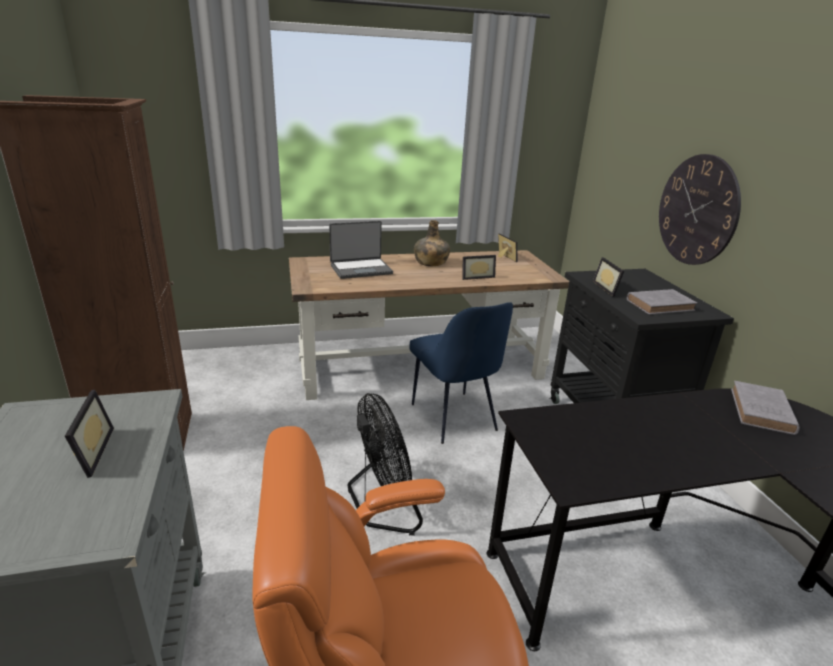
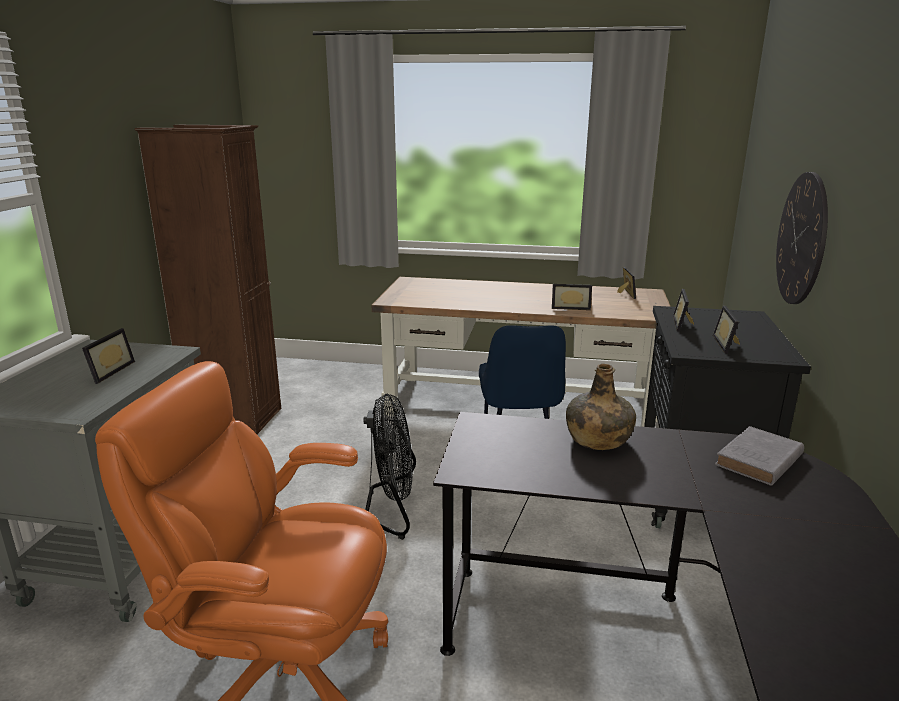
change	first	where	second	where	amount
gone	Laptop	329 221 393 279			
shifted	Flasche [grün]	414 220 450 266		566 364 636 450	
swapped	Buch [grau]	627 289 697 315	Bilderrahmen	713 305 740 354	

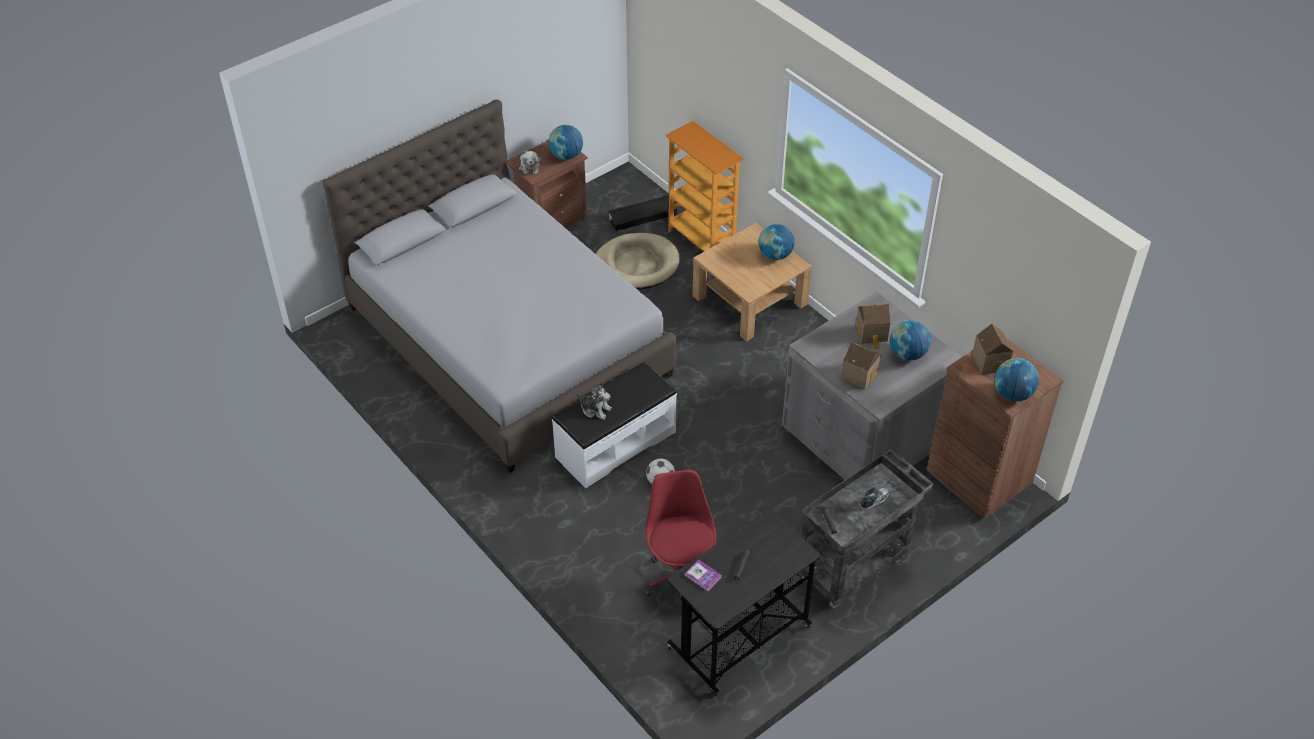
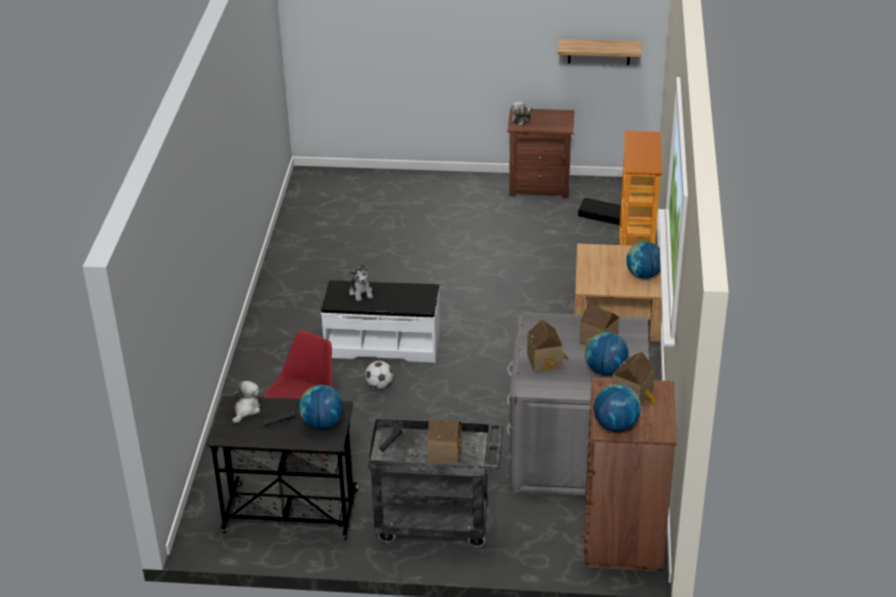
change	first	where	second	where	amount
gone	Bett [grau]	323 100 676 473			
shifted	Globus	548 125 583 160		299 385 344 429	
gone	Hundebett [beige]	596 233 680 290			
swapped	Buch	684 559 722 591	Plüschtier	232 381 260 424	
swapped	Schuh	860 485 889 510	Spielzeughaus	427 419 462 464	
new			Wandregal	558 39 641 65	

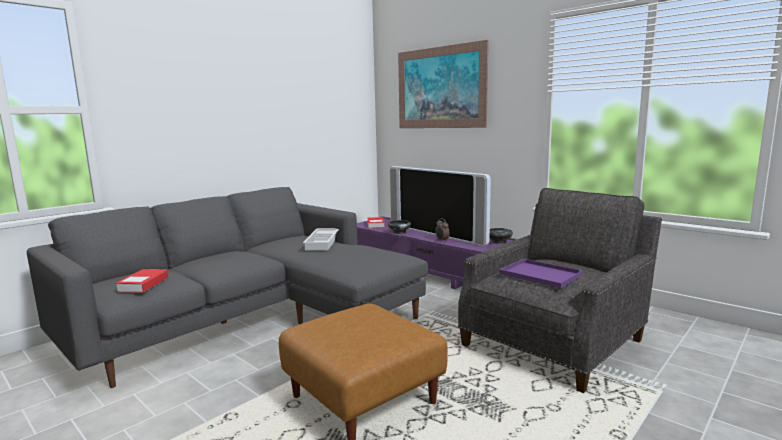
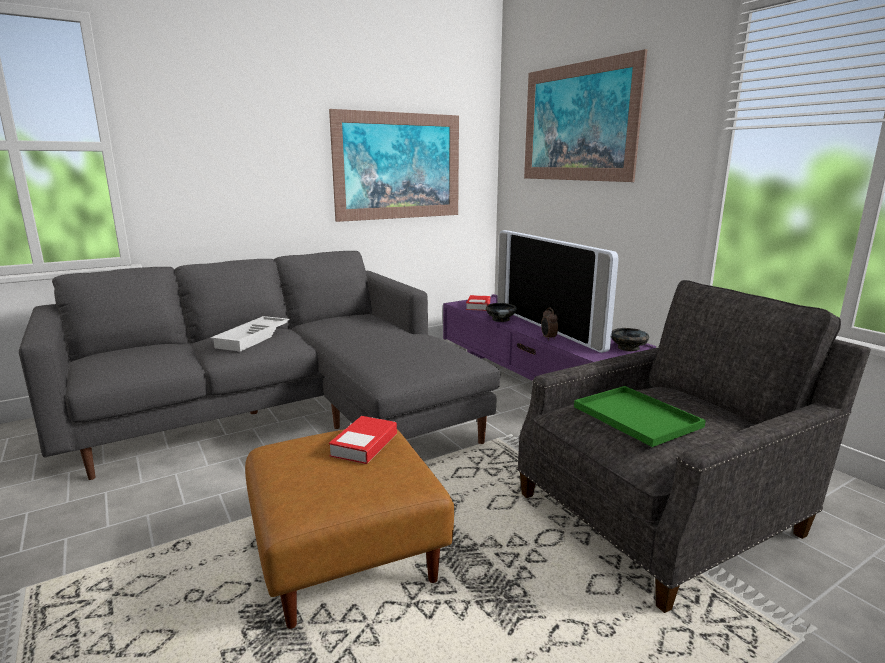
change	first	where	second	where	amount
shifted	Buch	116 269 168 293		329 416 397 464	
shifted	Tablett [weiß]	303 228 339 251		210 316 290 352	
repainted	Tablett [lila]	499 259 583 289	Tablett [grün]	574 386 706 447	
new			Bild	329 109 459 222	

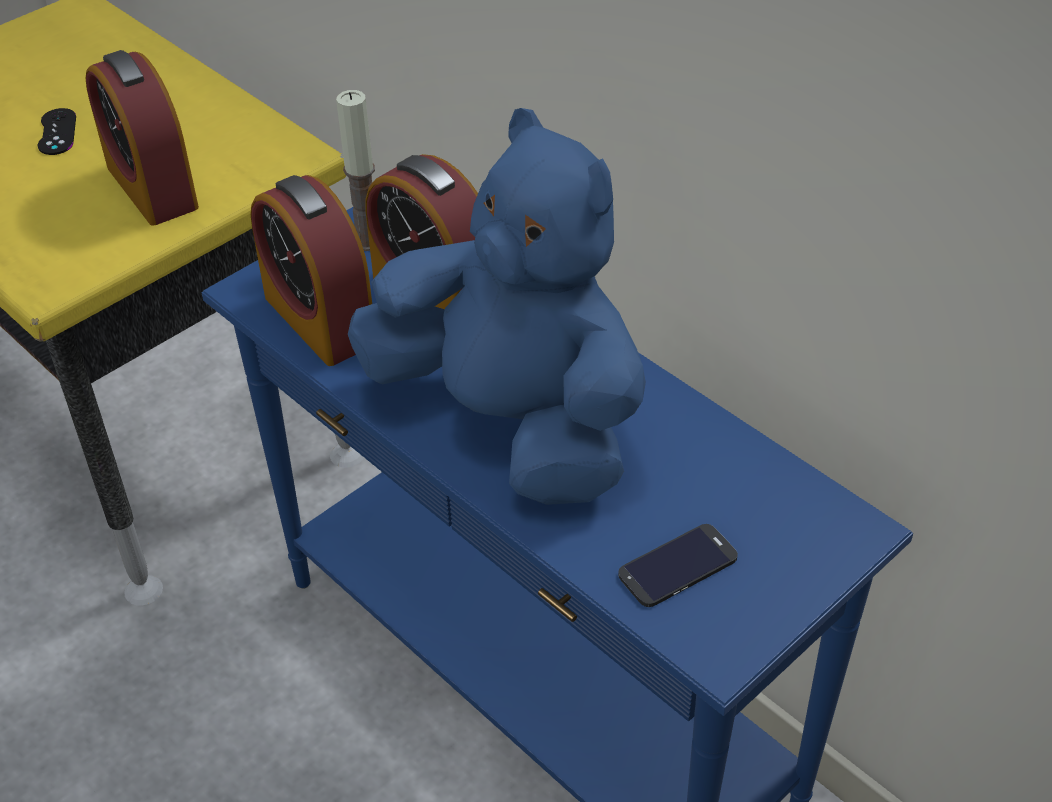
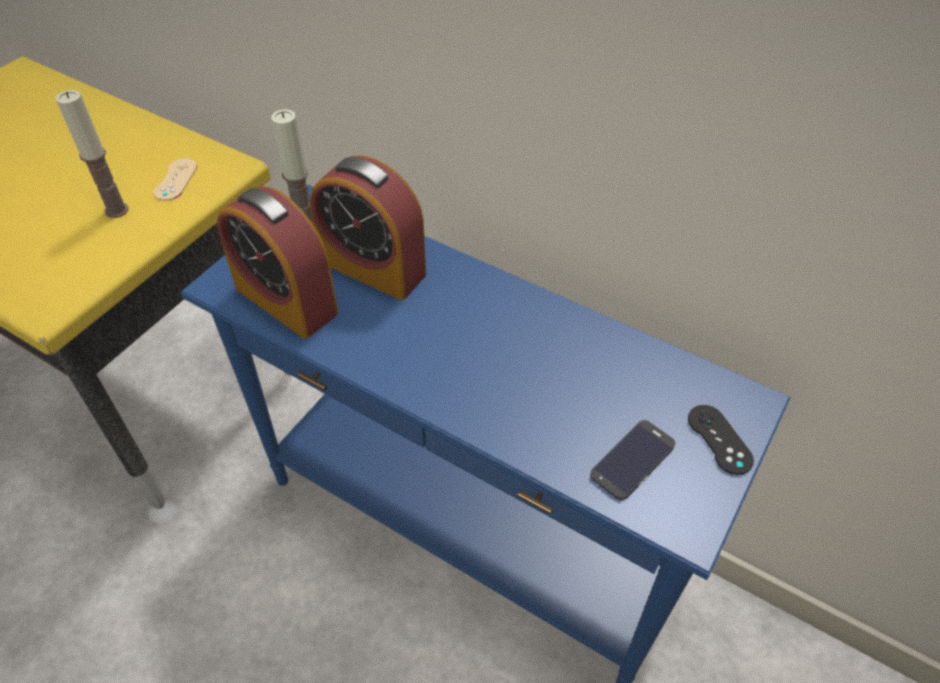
change	first	where	second	where	amount
shifted	Gamepad [schwarz]	37 108 76 155		688 405 754 475	
swapped	Wecker	86 50 199 226	Kerze	56 90 129 218	
gone	Plüschtier [blau]	348 108 646 505			
new			Gamepad [beige]	153 159 197 201	

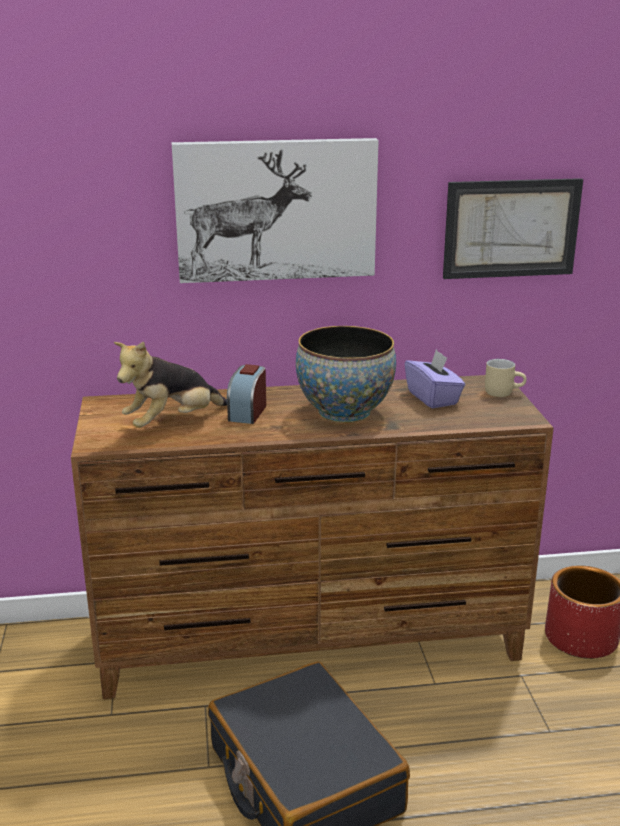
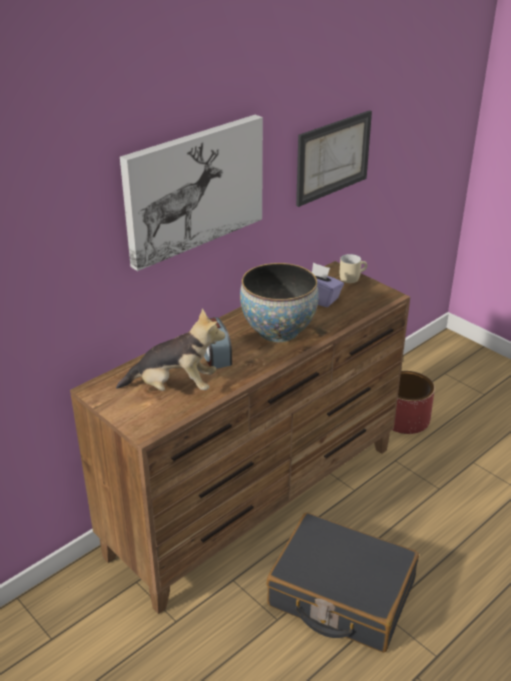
change	first	where	second	where	amount
rotated	Plüschtier	114 341 227 428		116 308 225 391	105 degrees counterclockwise

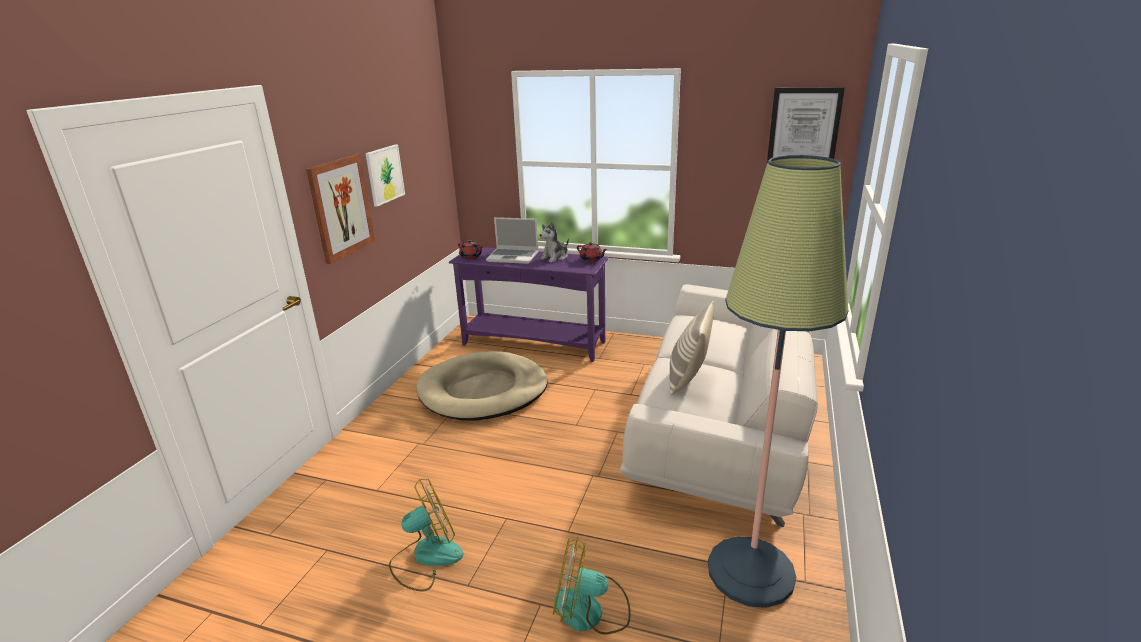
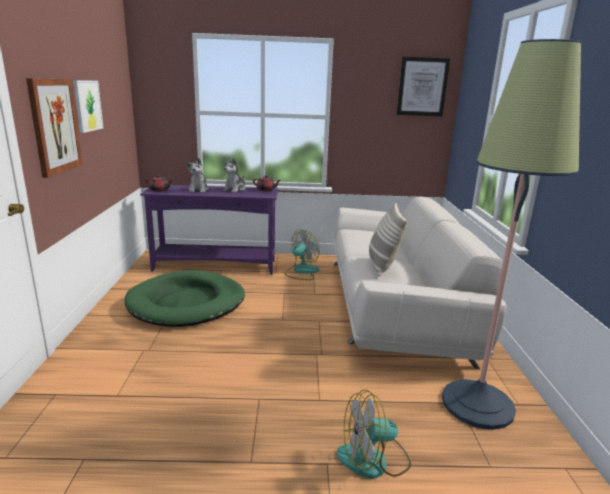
change	first	where	second	where	amount
shifted	Ventilator	389 478 463 592		285 230 320 280	
repainted	Hundebett [beige]	416 351 548 421	Hundebett [grün]	124 270 245 327	
swapped	Laptop	486 217 539 264	Plüschtier	186 158 209 193	

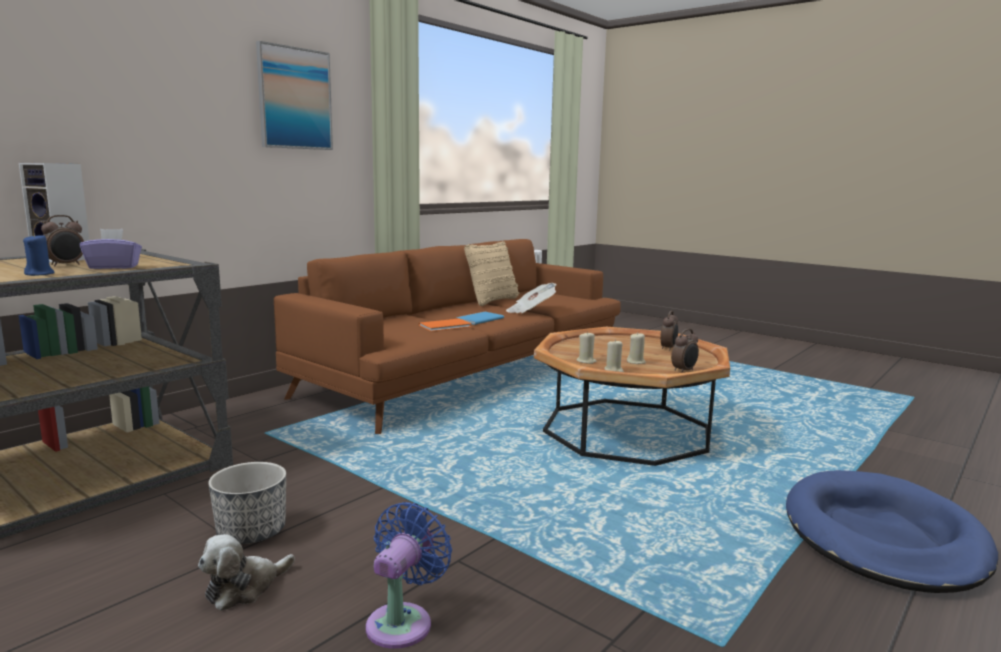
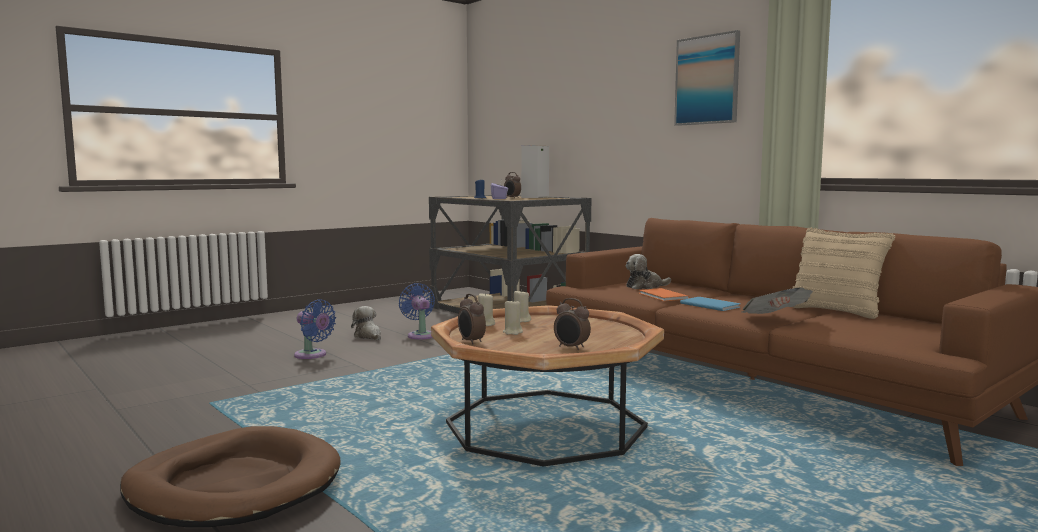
change	first	where	second	where	amount
swapped	Pflanzkübel	208 462 286 544	Ventilator [blau]	399 283 435 339	
repainted	Hundebett [blau]	786 470 998 593	Hundebett [braun]	120 426 340 527	
new			Plüschtier	625 254 671 289	

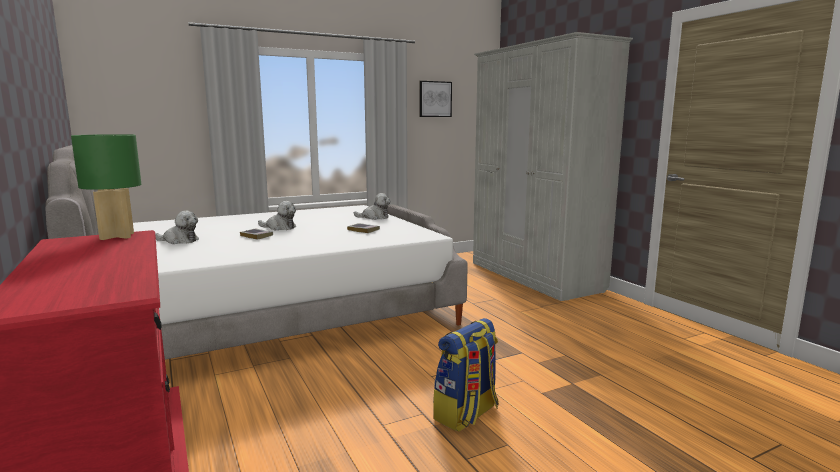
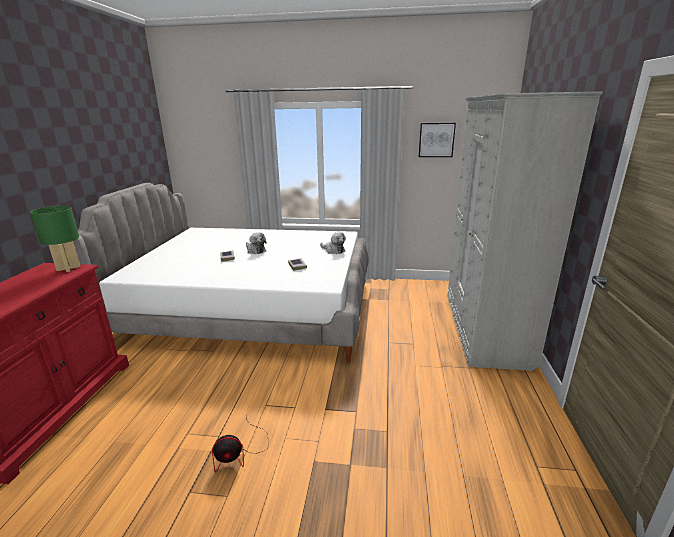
change	first	where	second	where	amount
gone	Plüschtier	155 211 199 244			
swapped	Rucksack	433 318 499 432	Ventilator	212 419 269 472	

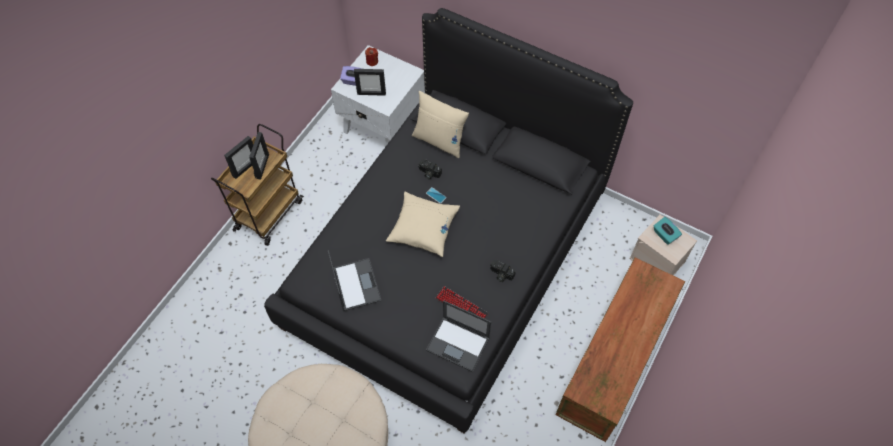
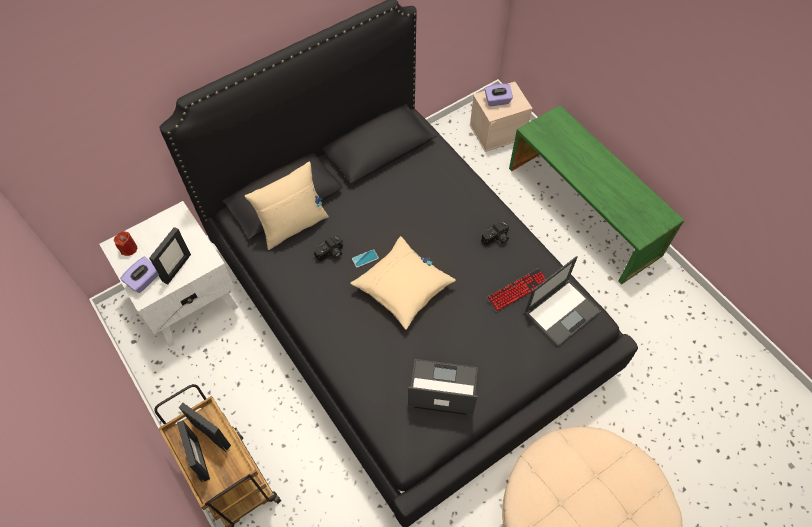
change	first	where	second	where	amount
repainted	Bank [braun]	556 257 685 442	Bank [grün]	509 105 685 285	
repainted	Taschentuchbox [türkis]	654 217 682 245	Taschentuchbox [lila]	485 84 513 106	

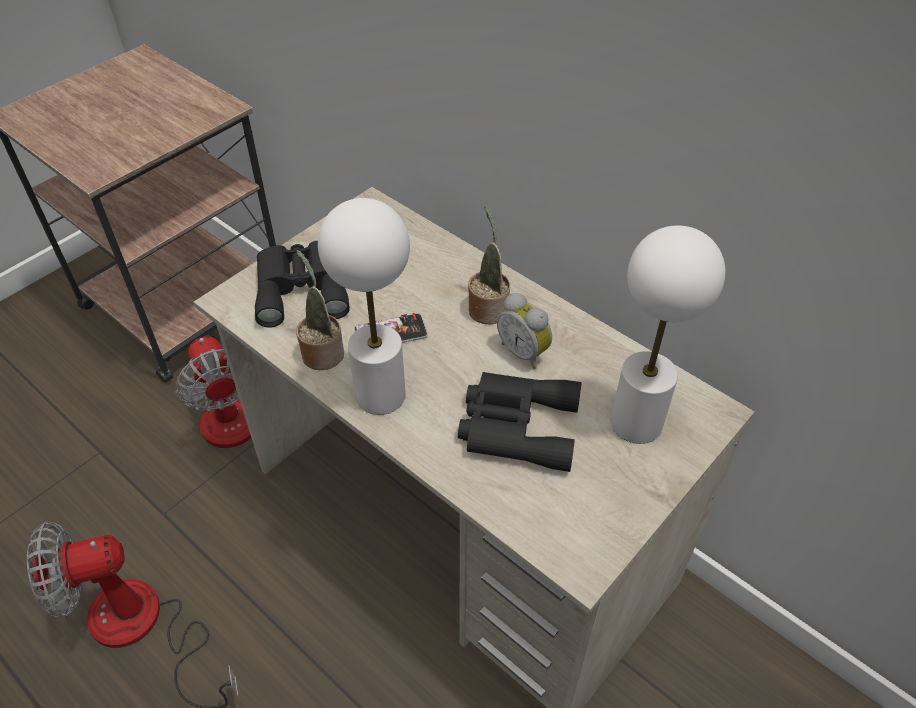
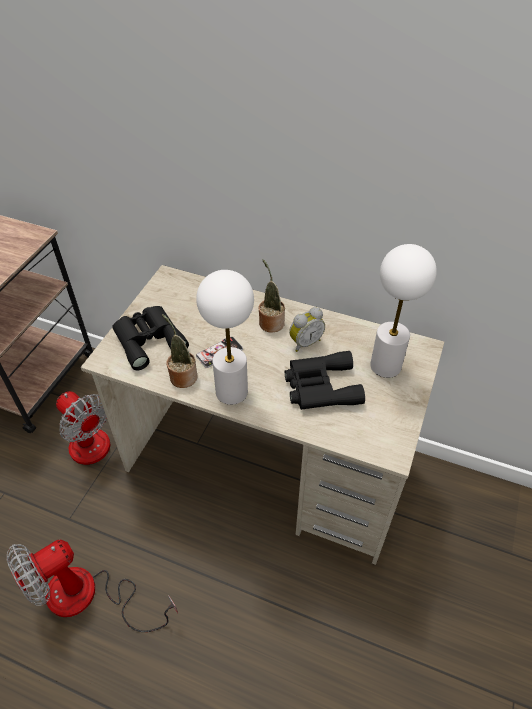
change	first	where	second	where	amount
rotated	Wecker	497 293 552 370		289 307 325 352	60 degrees counterclockwise

